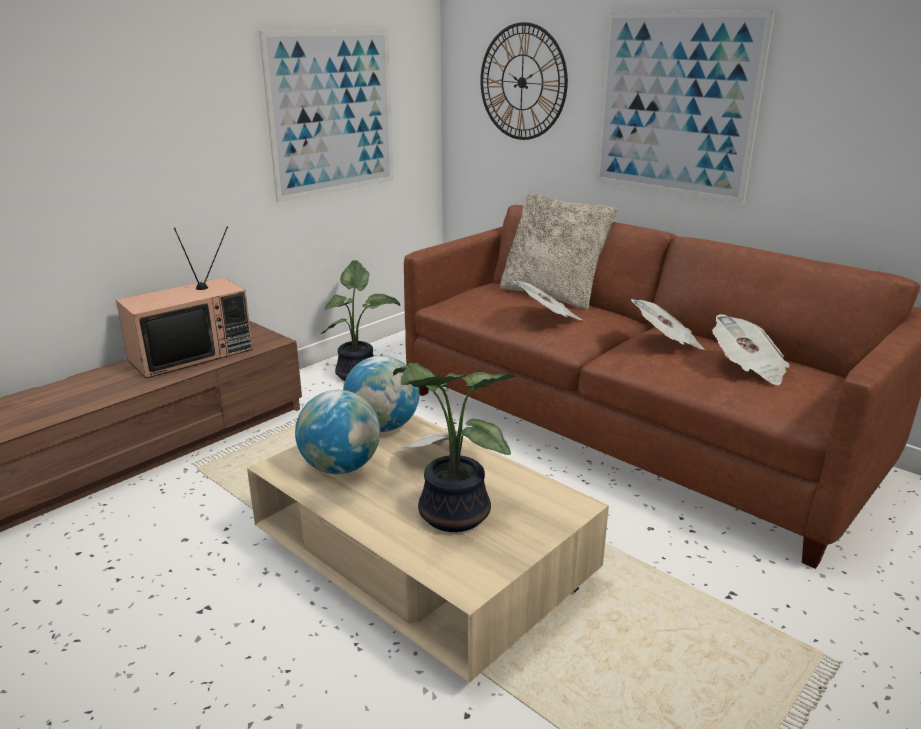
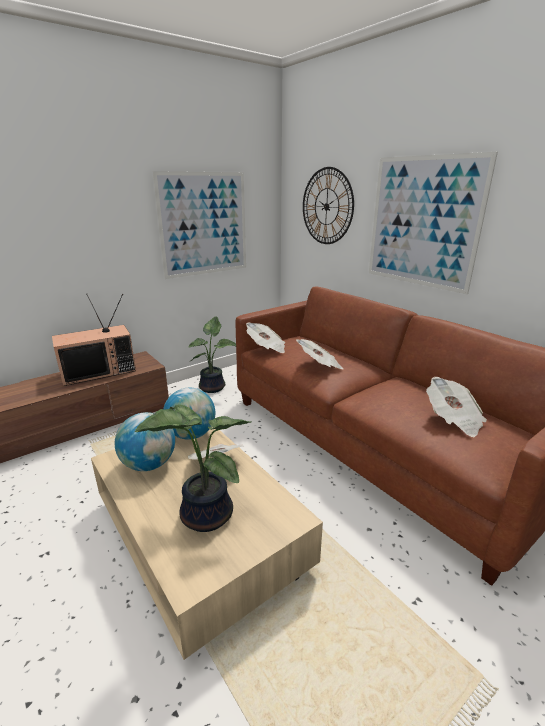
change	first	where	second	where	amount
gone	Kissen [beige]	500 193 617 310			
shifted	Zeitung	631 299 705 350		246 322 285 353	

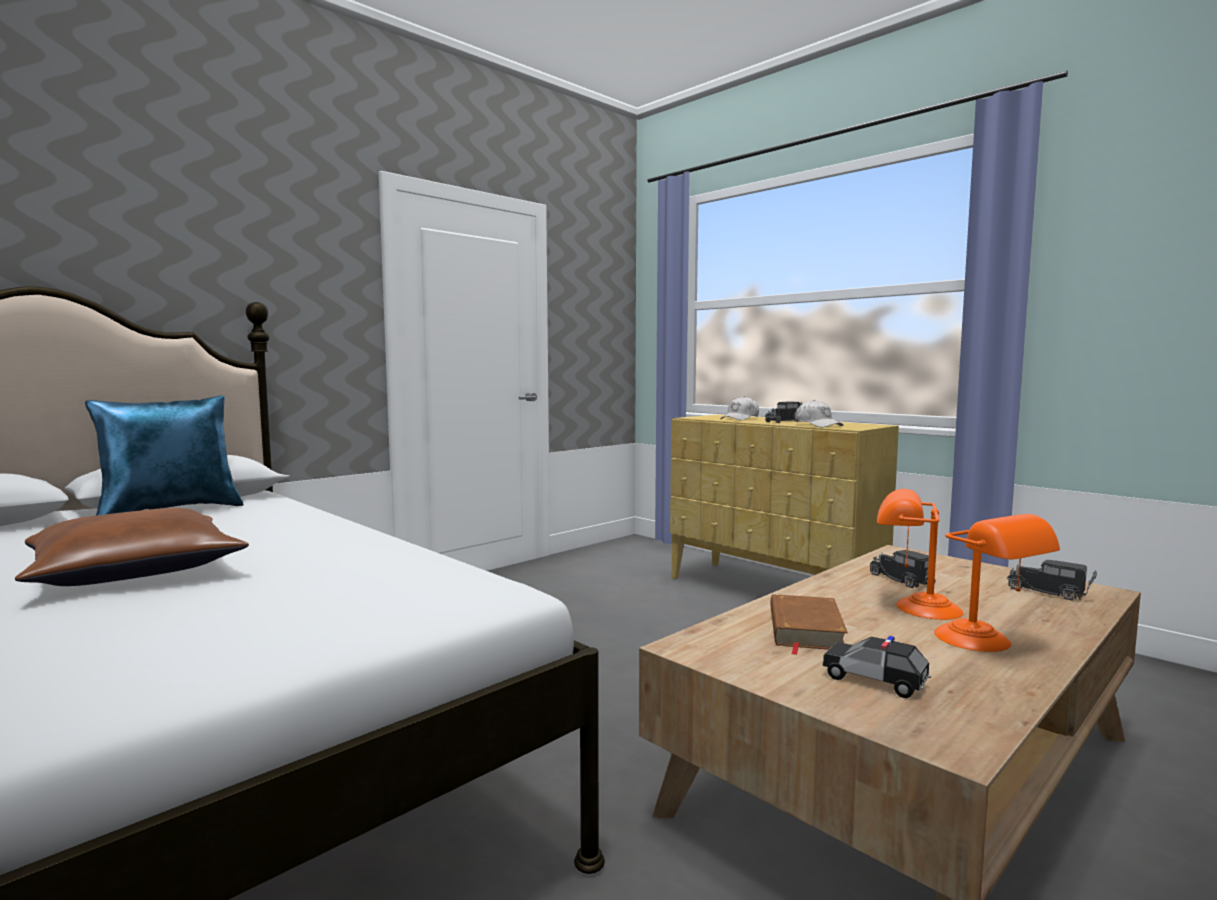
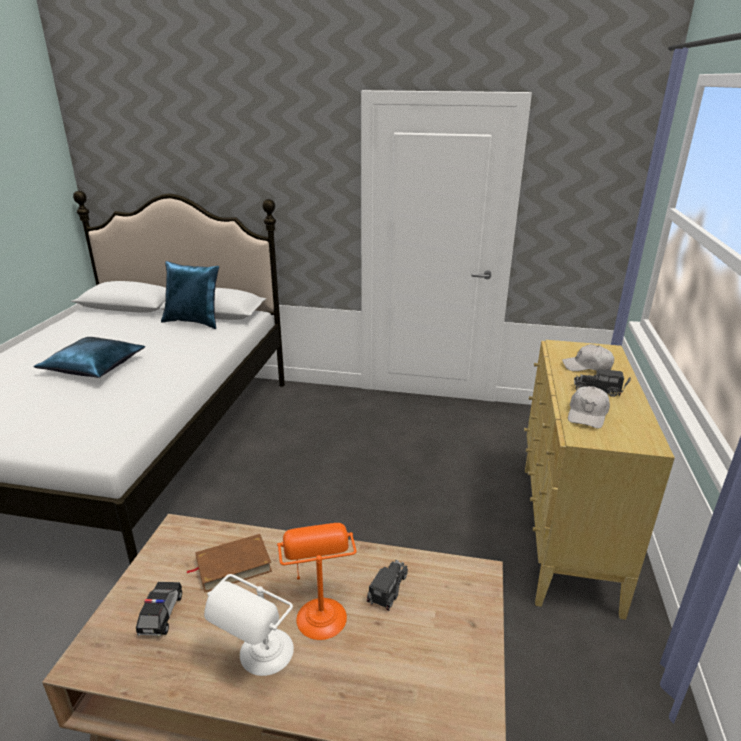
change	first	where	second	where	amount
repainted	Kissen [braun]	15 508 249 586	Kissen [blau]	33 337 145 378	
repainted	Tischlampe [orange]	934 514 1060 652	Tischlampe [weiß]	204 574 294 676	
gone	Spielzeuglaster	1007 560 1097 601			

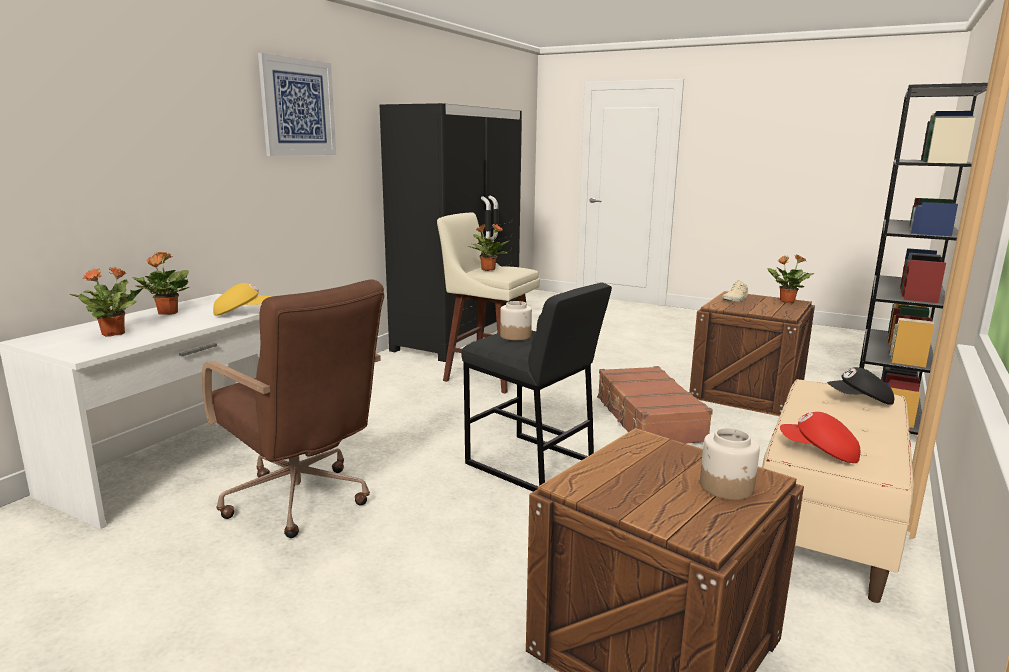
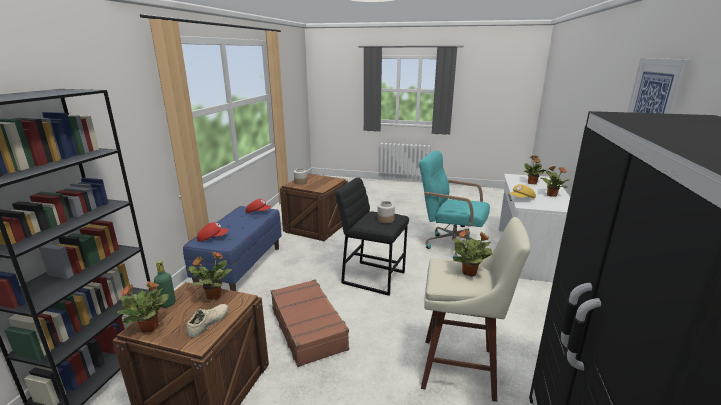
change	first	where	second	where	amount
repainted	Bürostuhl [braun]	202 279 384 538	Bürostuhl [türkis]	419 150 490 259	
repainted	Bank [beige]	762 379 914 603	Bank [blau]	183 206 282 291	
repainted	Kappe [schwarz]	827 367 894 405	Kappe [rot]	197 222 228 242	
new			Flasche [grün]	154 261 176 308	
new			Topfpflanze	188 252 232 300	

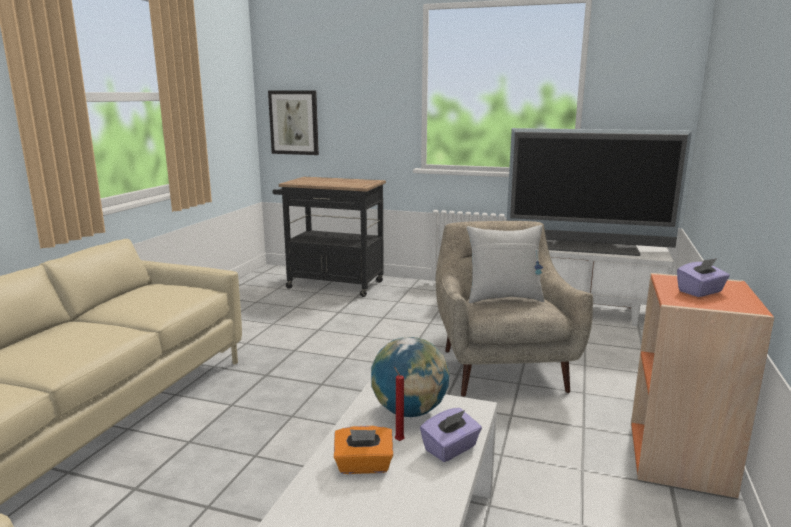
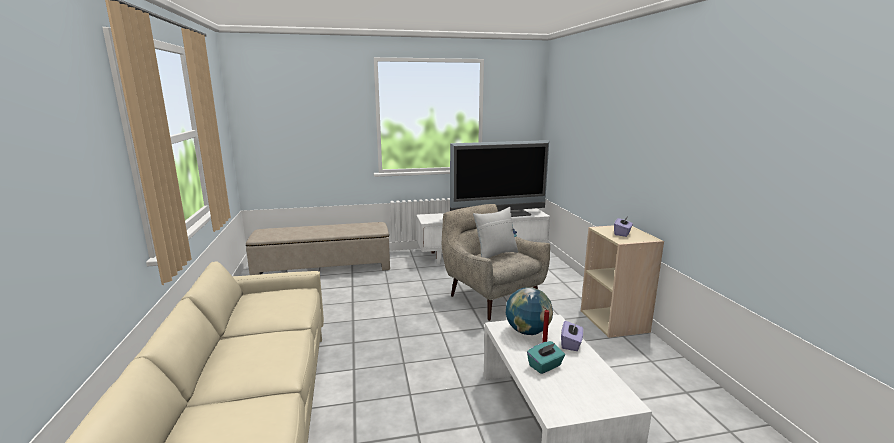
change	first	where	second	where	amount
gone	Bild	268 90 319 155			
swapped	Rollwagen [schwarz]	272 177 386 297	Bank [beige]	246 222 390 275	
repainted	Taschentuchbox [orange]	334 426 393 474	Taschentuchbox [türkis]	527 341 565 374	
repainted	Bücherregal [orange]	631 273 774 498	Bücherregal [beige]	581 225 664 338	

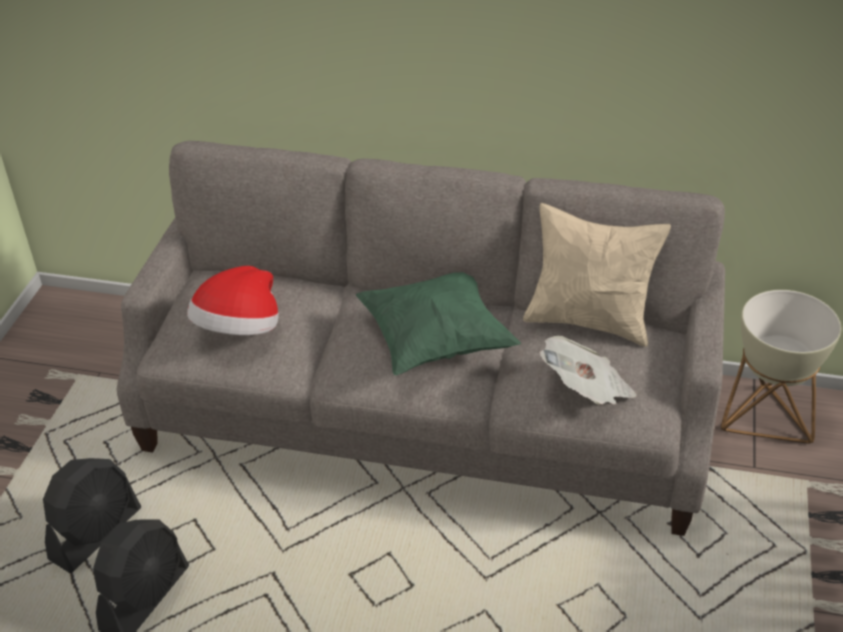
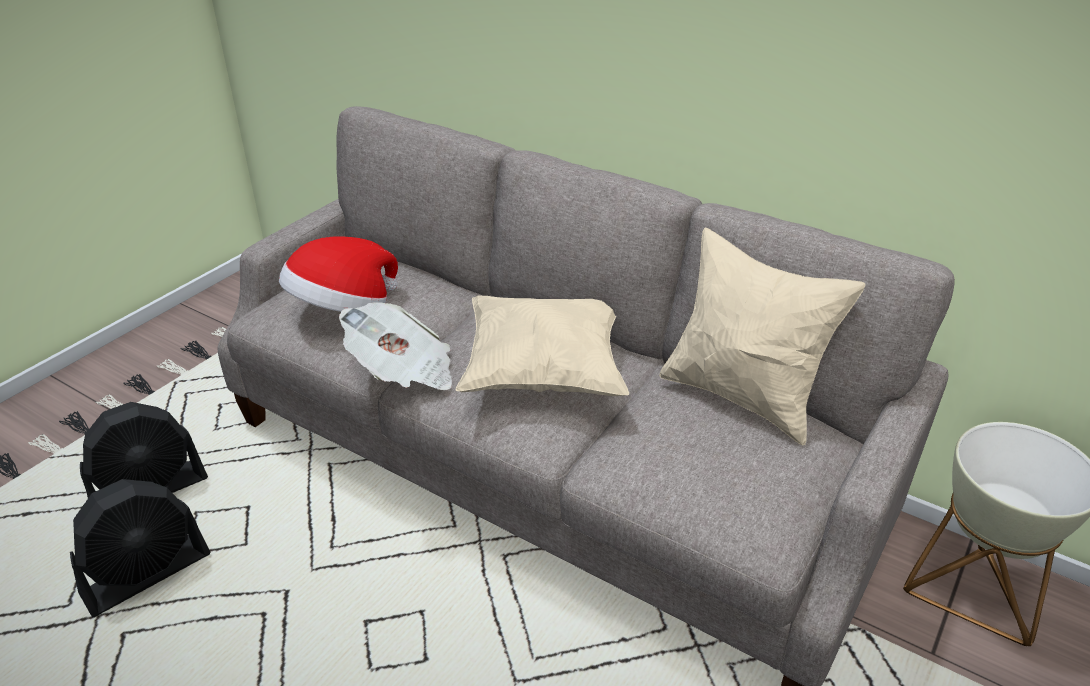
change	first	where	second	where	amount
repainted	Kissen [grün]	356 272 521 375	Kissen [beige]	456 295 629 396	
shifted	Zeitung	539 336 637 405		339 302 452 390	

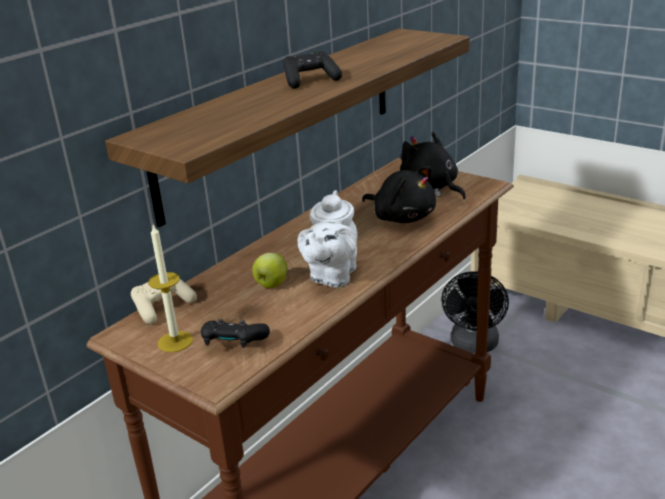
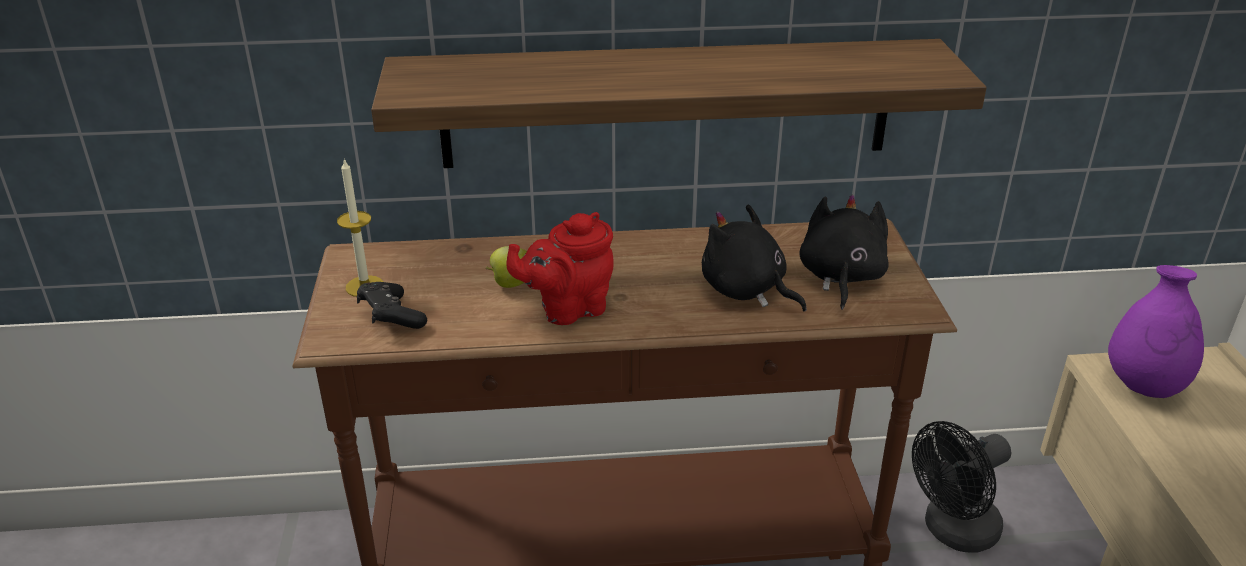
change	first	where	second	where	amount
gone	Gamepad [beige]	131 278 197 324			
gone	Gamepad [schwarz]	283 51 342 89			
repainted	Teekanne [weiß]	298 190 358 288	Teekanne [rot]	506 212 614 325	
rotated	Plüschtier [schwarz]	362 166 436 223		702 205 807 312	135 degrees clockwise
new			Vase [lila]	1108 265 1204 398	

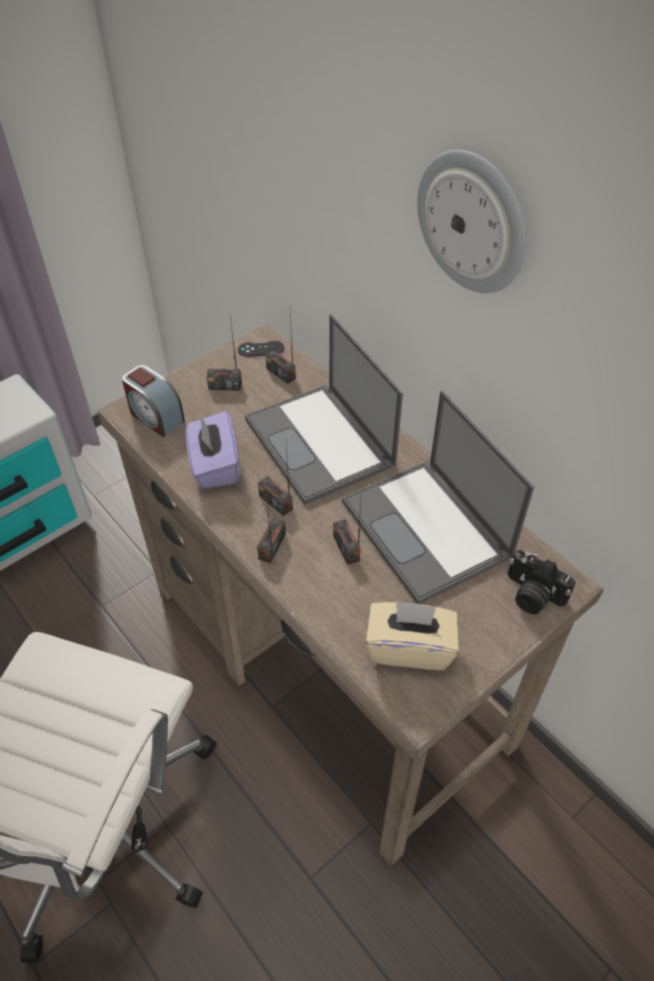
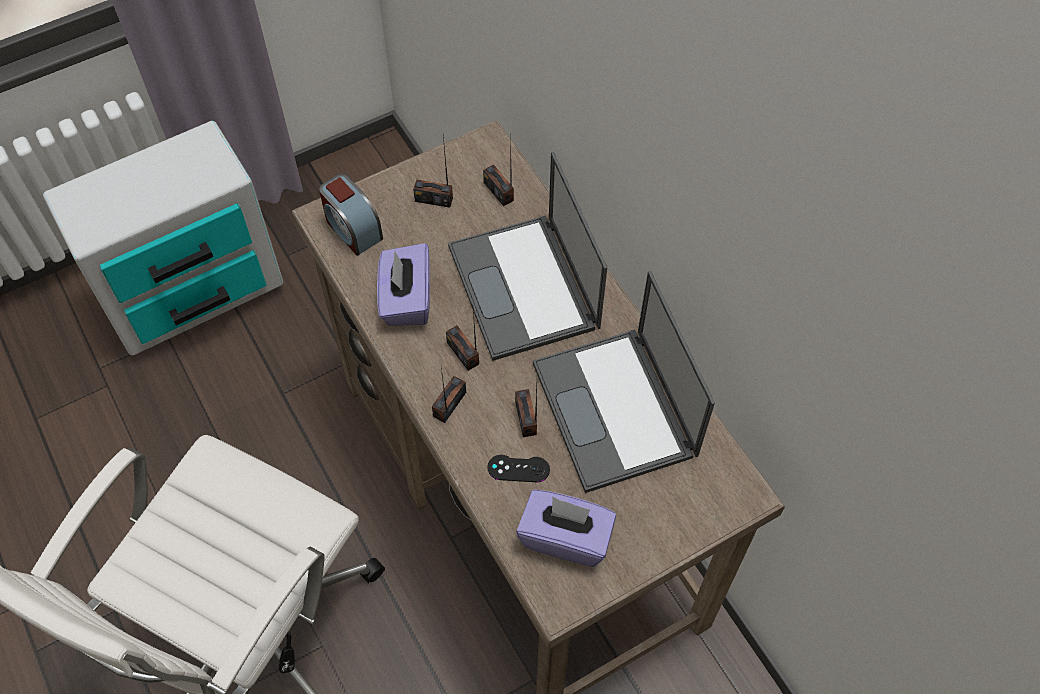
change	first	where	second	where	amount
shifted	Gamepad [schwarz]	238 341 284 357		488 455 550 482	
repainted	Taschentuchbox [beige]	365 601 459 670	Taschentuchbox [lila]	516 490 616 567	
gone	Wanduhr	417 150 527 293			
gone	Kamera	508 550 576 614			

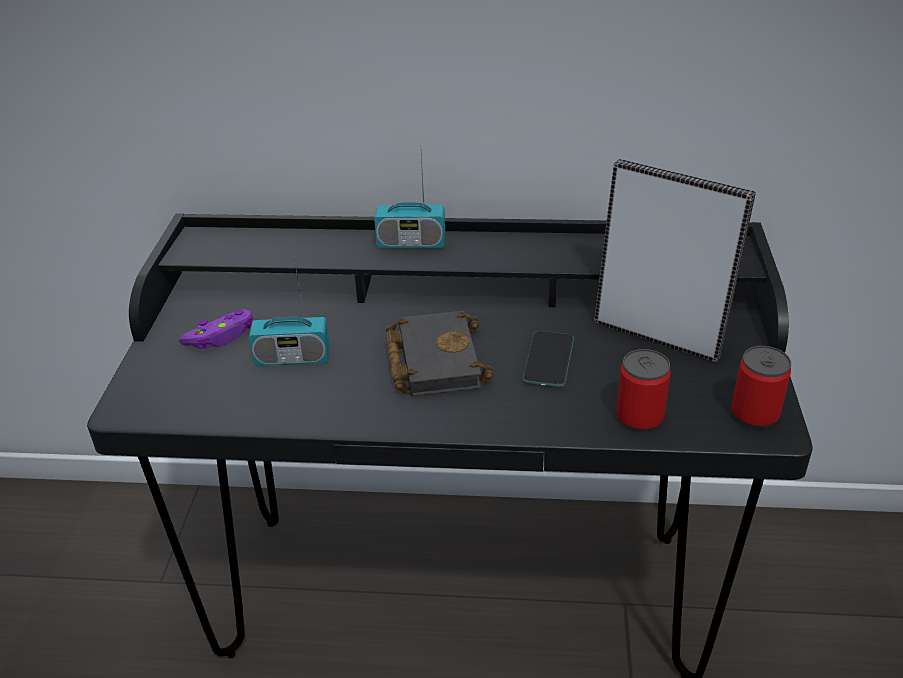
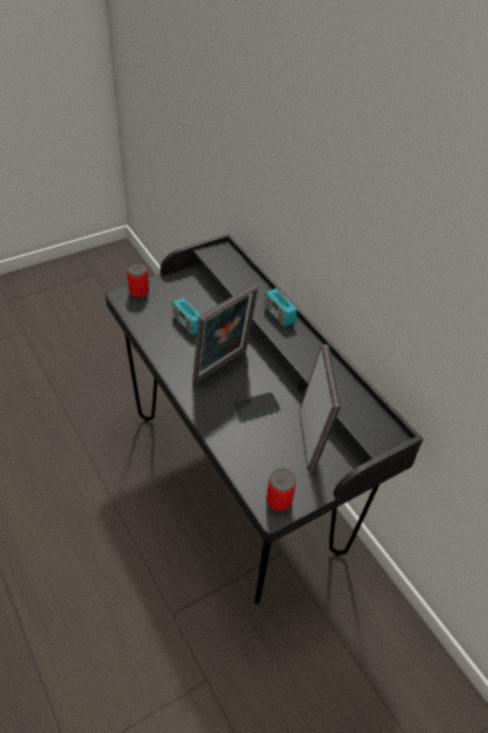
change	first	where	second	where	amount
gone	Gamepad [lila]	179 309 253 349			
swapped	Buch [schwarz]	385 311 494 396	Bilderrahmen	193 284 258 383	
shifted	Dose	617 349 671 432		127 263 149 298	

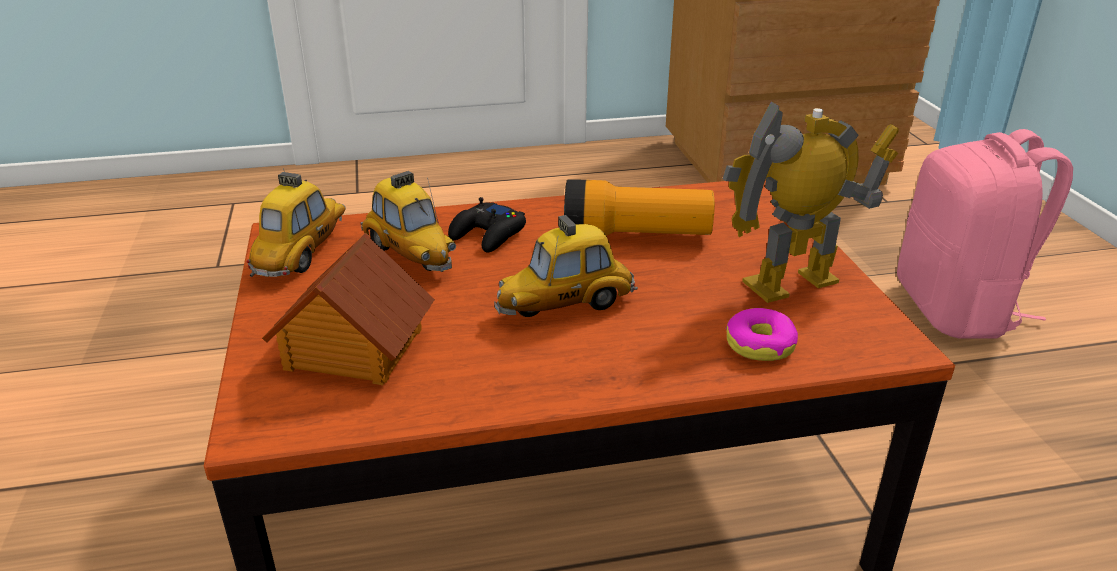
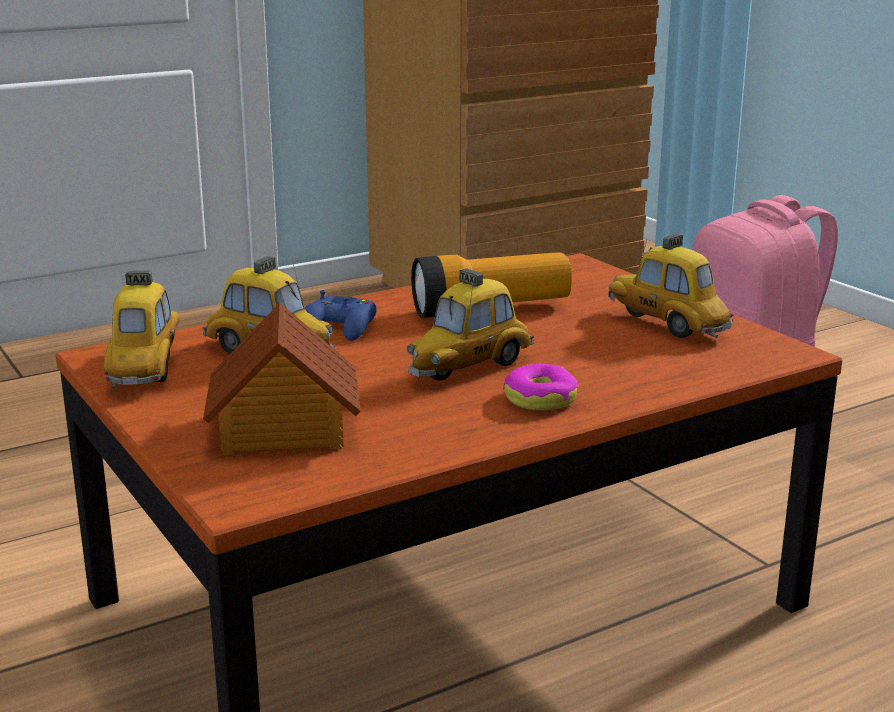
change	first	where	second	where	amount
repainted	Gamepad [schwarz]	448 197 526 252	Gamepad [blau]	305 290 376 341	
swapped	Spielzeugroboter	723 102 899 303	Spielzeugauto	608 233 733 338	
shifted	Donut	726 308 798 361		503 364 579 410	

